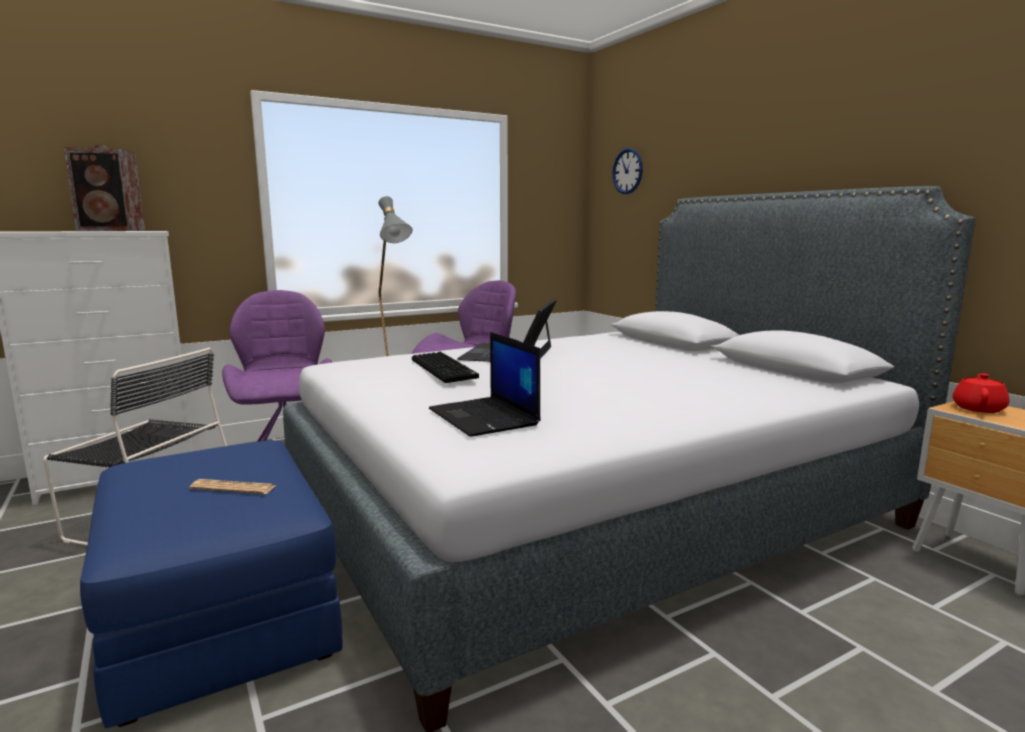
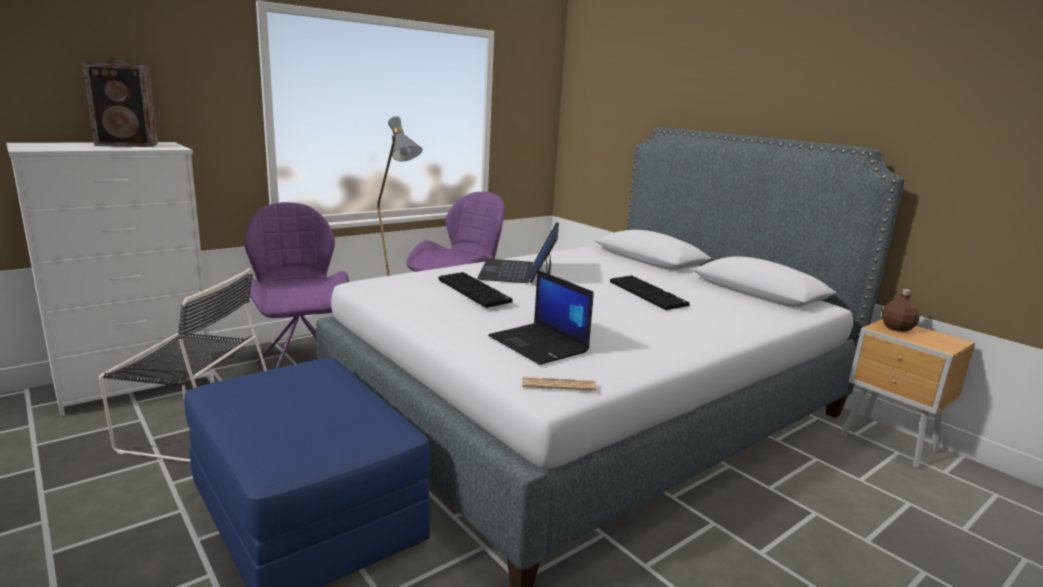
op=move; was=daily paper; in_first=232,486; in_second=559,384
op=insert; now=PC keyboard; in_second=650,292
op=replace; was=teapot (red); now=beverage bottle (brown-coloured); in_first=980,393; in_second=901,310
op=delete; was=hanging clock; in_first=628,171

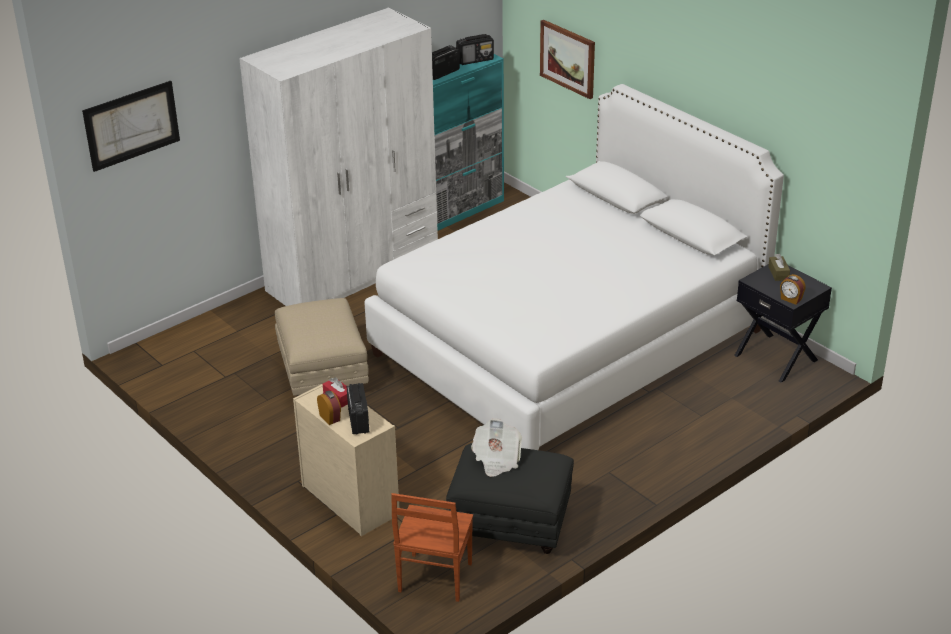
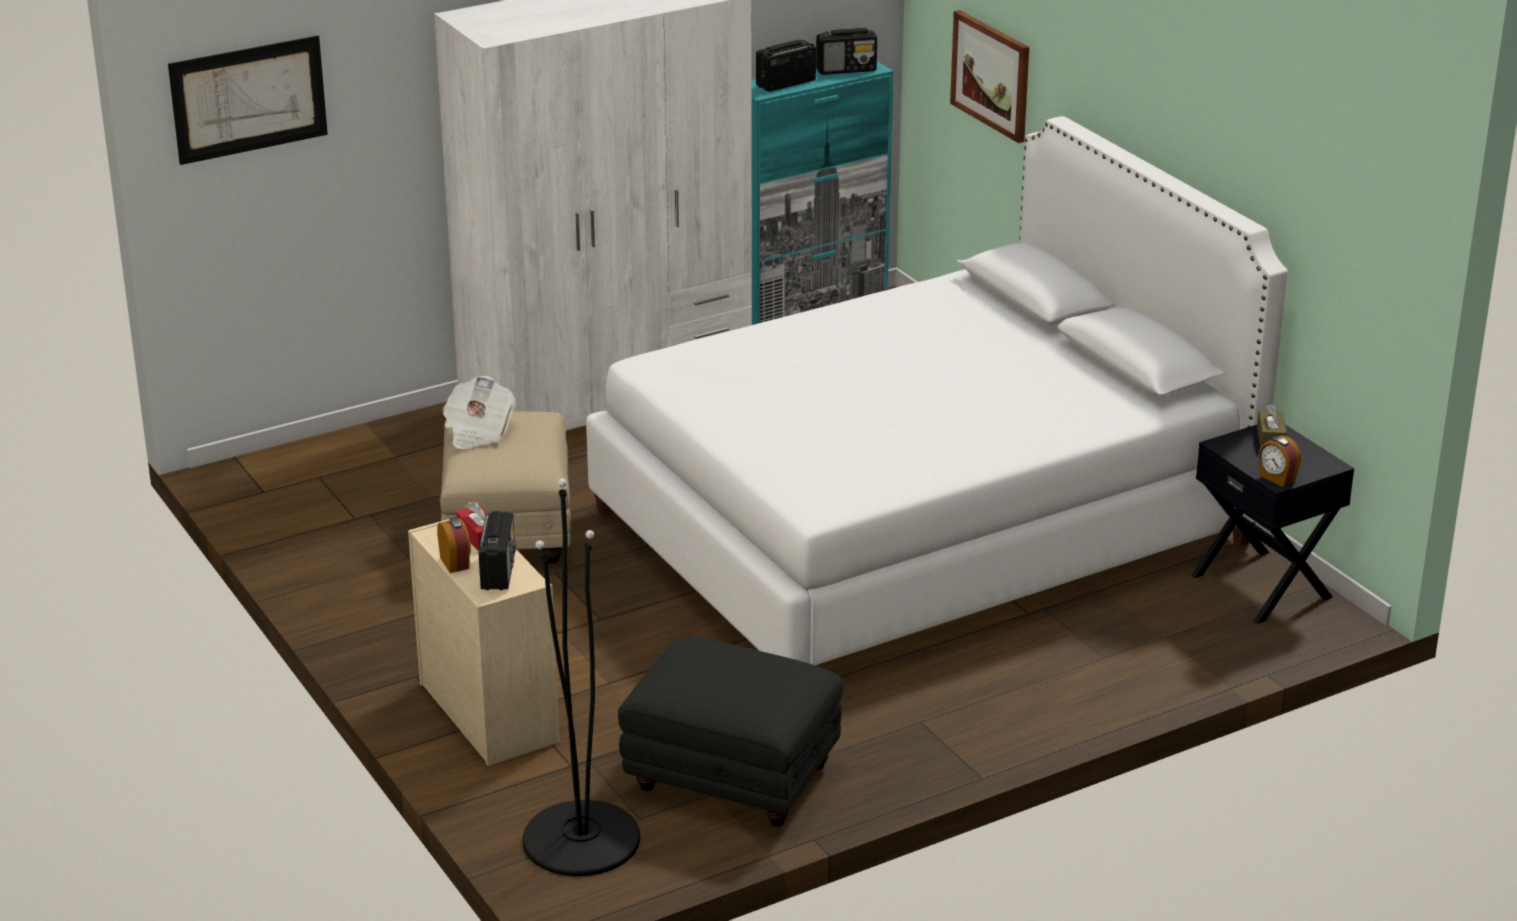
op=move; was=daily paper; in_first=496,448; in_second=479,412
op=replace; was=plain chair (brown-coloured); now=standard lamp (black-coloured); in_first=432,547; in_second=581,677

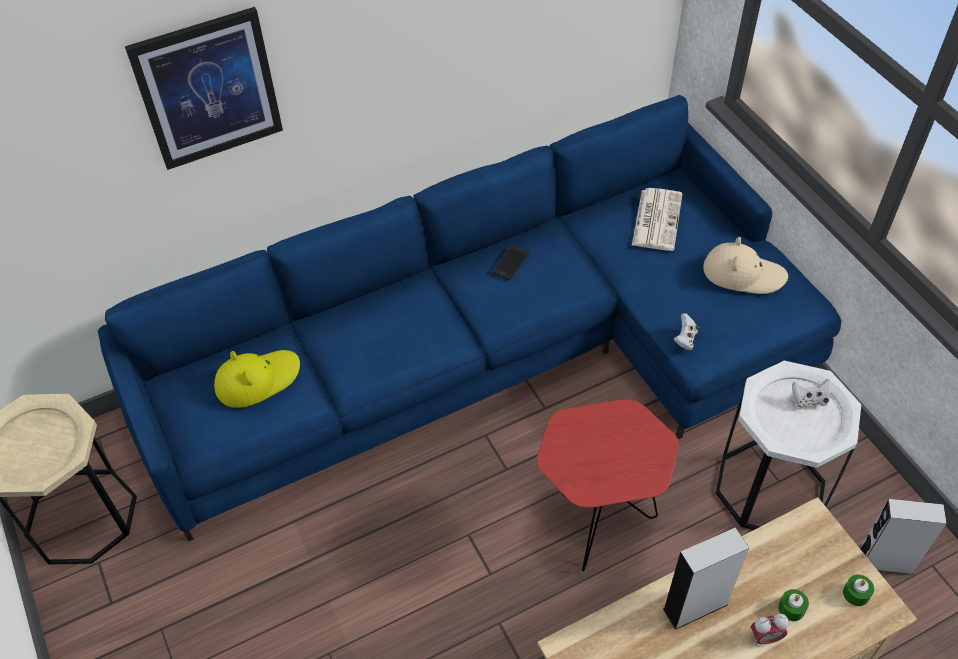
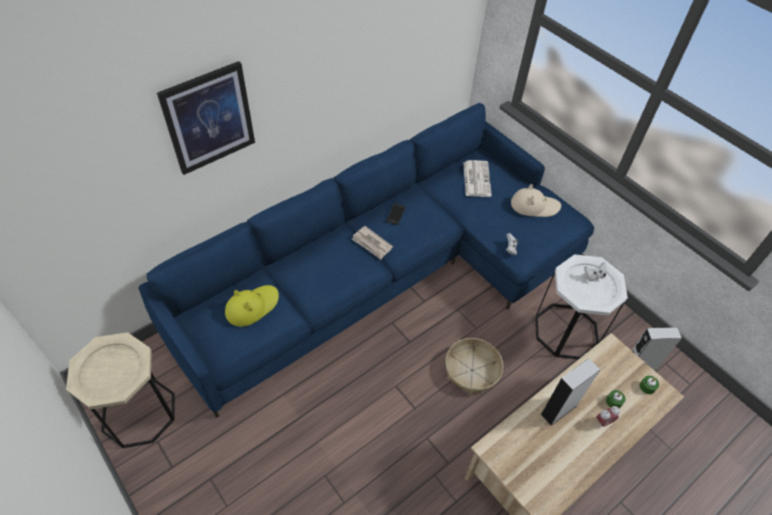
op=insert; now=daily paper; in_second=372,243
op=replace; was=end table (red); now=storage basket; in_first=607,485; in_second=474,366

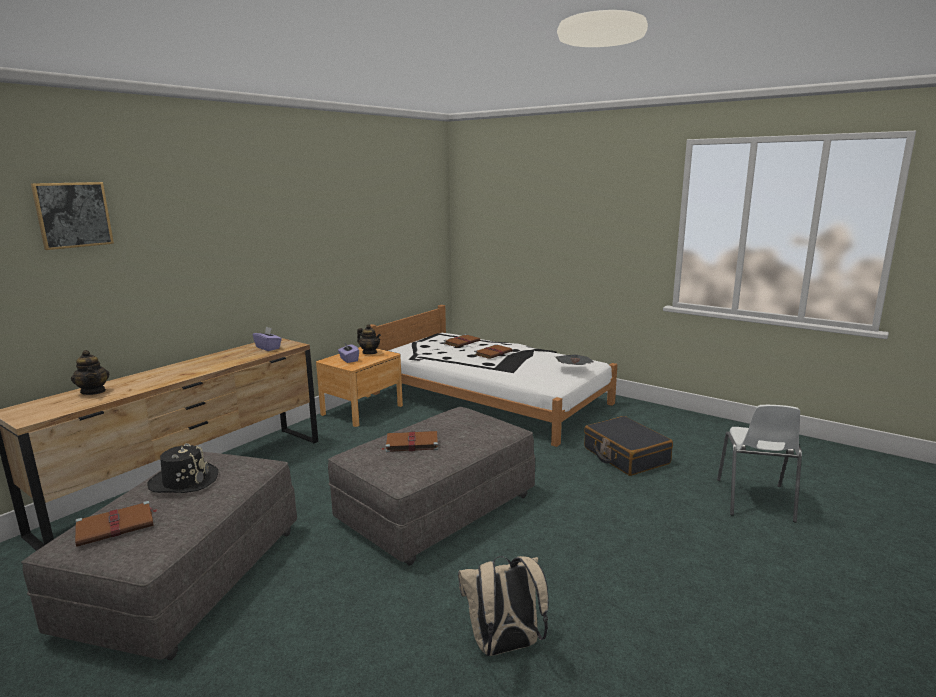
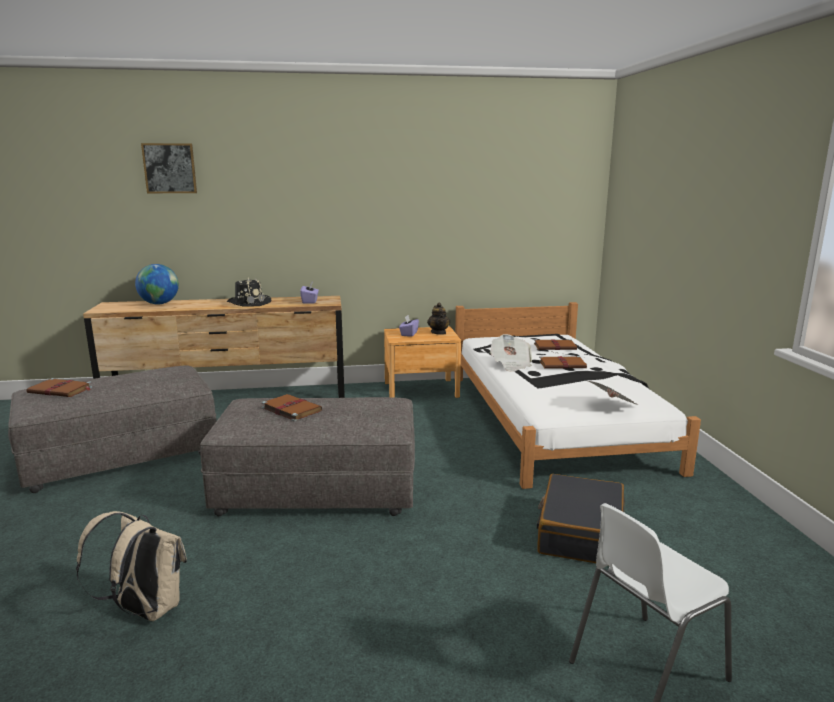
op=replace; was=teapot; now=desk globe; in_first=90,372; in_second=157,284
op=move; was=clothing hat (black-coloured); in_first=183,468; in_second=249,292
op=insert; now=daily paper; in_second=511,353

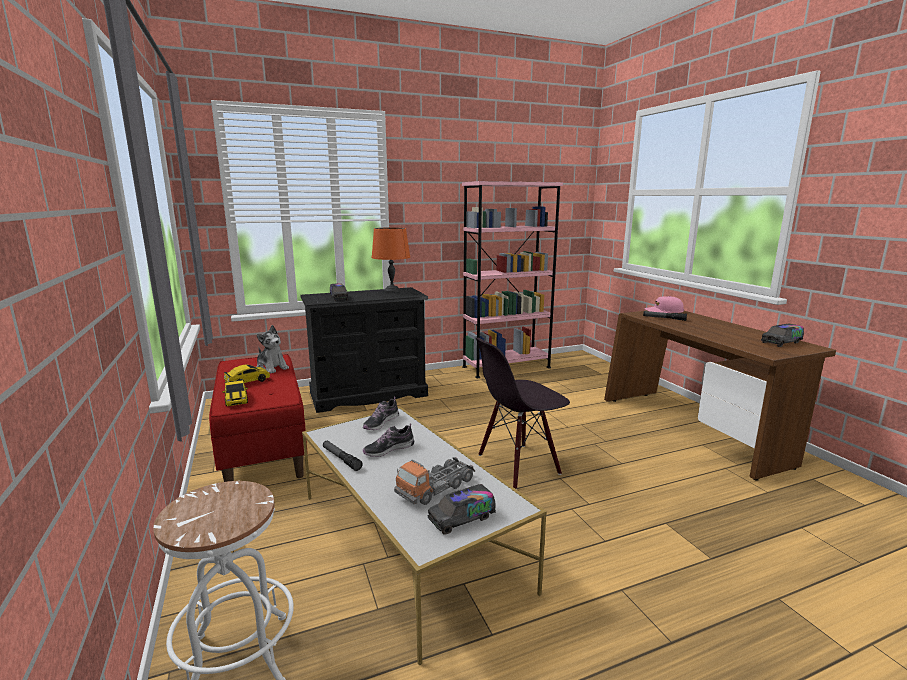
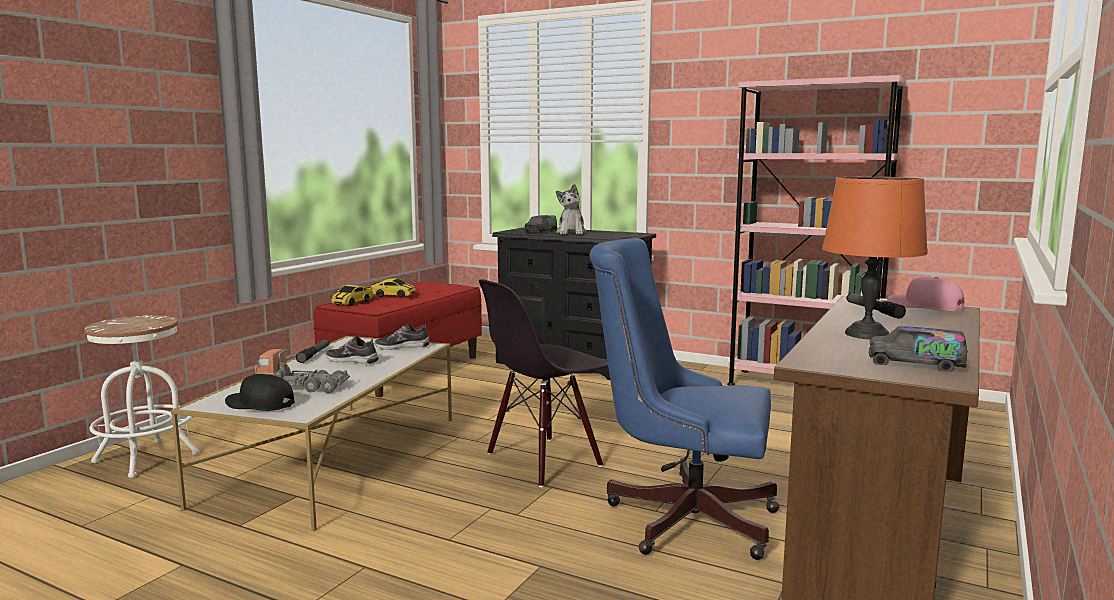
op=replace; was=toy truck; now=peaked cap (black-coloured); in_first=462,509; in_second=260,392
op=rotate; was=plain chair (black-coloured); in_first=523,414; in_second=543,383; clockwise=-60
op=move; was=cuddly toy; in_first=273,349; in_second=571,209
op=insert; now=computer chair (blue); in_second=684,399
op=move; was=tabletop lamp (orange); in_first=391,260; in_second=875,258

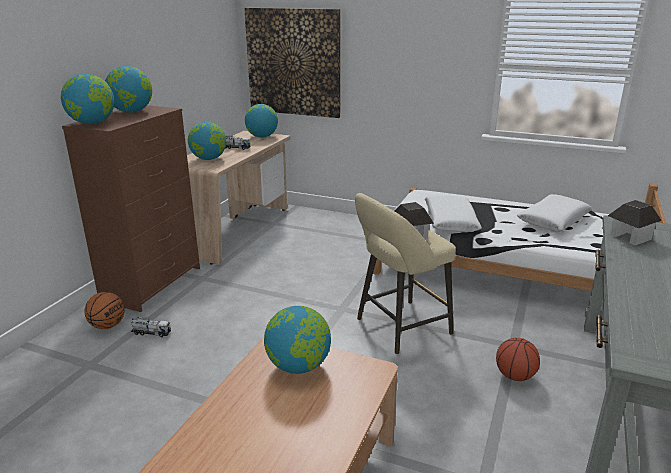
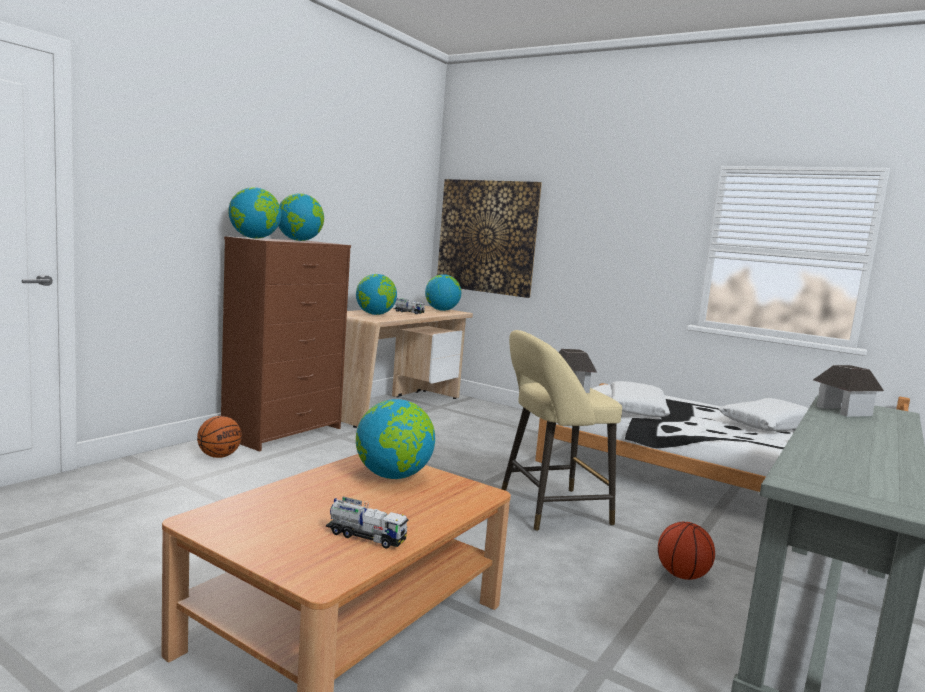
op=move; was=toy truck; in_first=151,326; in_second=367,522

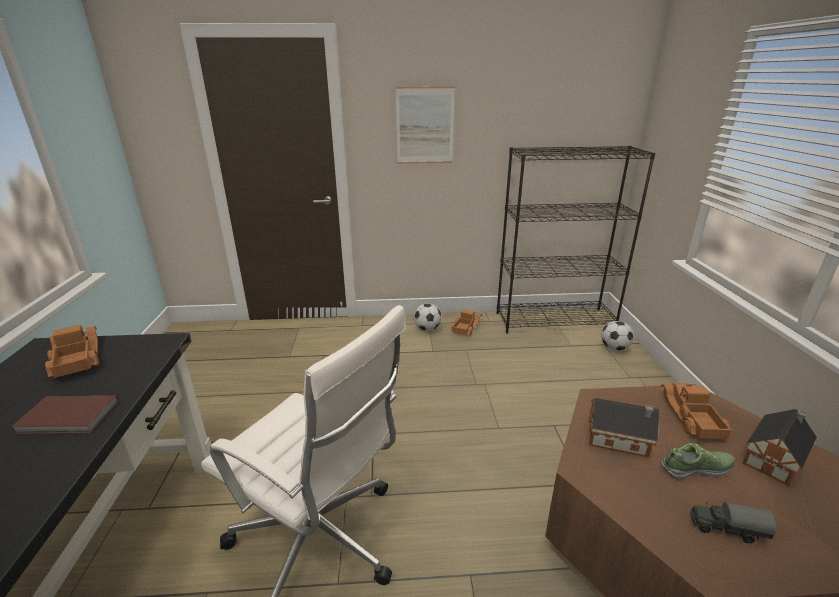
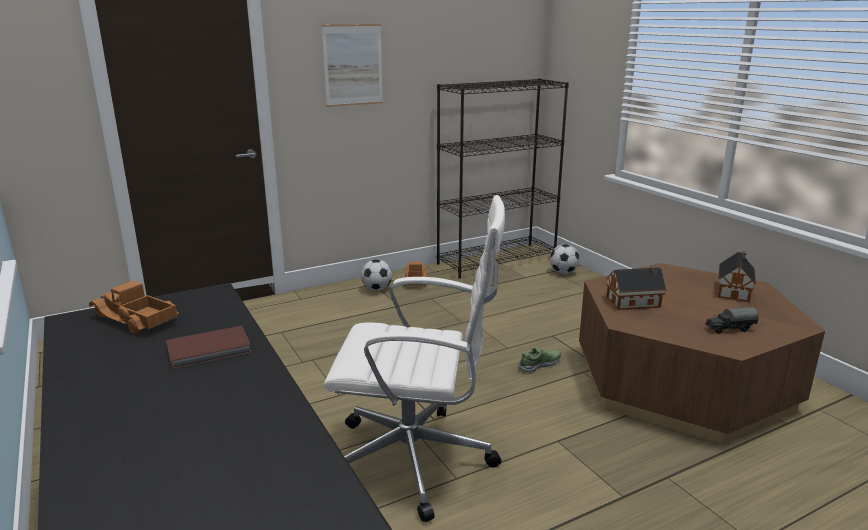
op=move; was=shoe; in_first=698,461; in_second=539,360
op=delete; was=toy truck; in_first=696,410

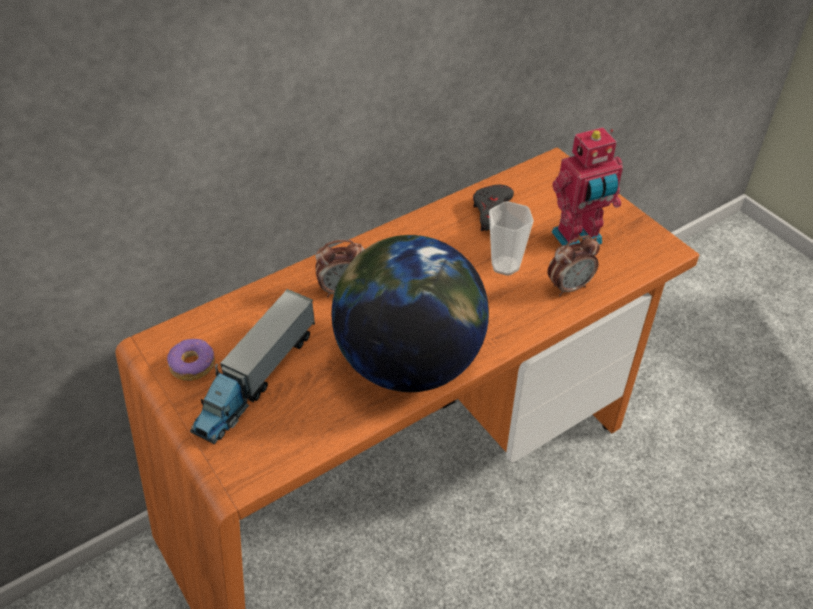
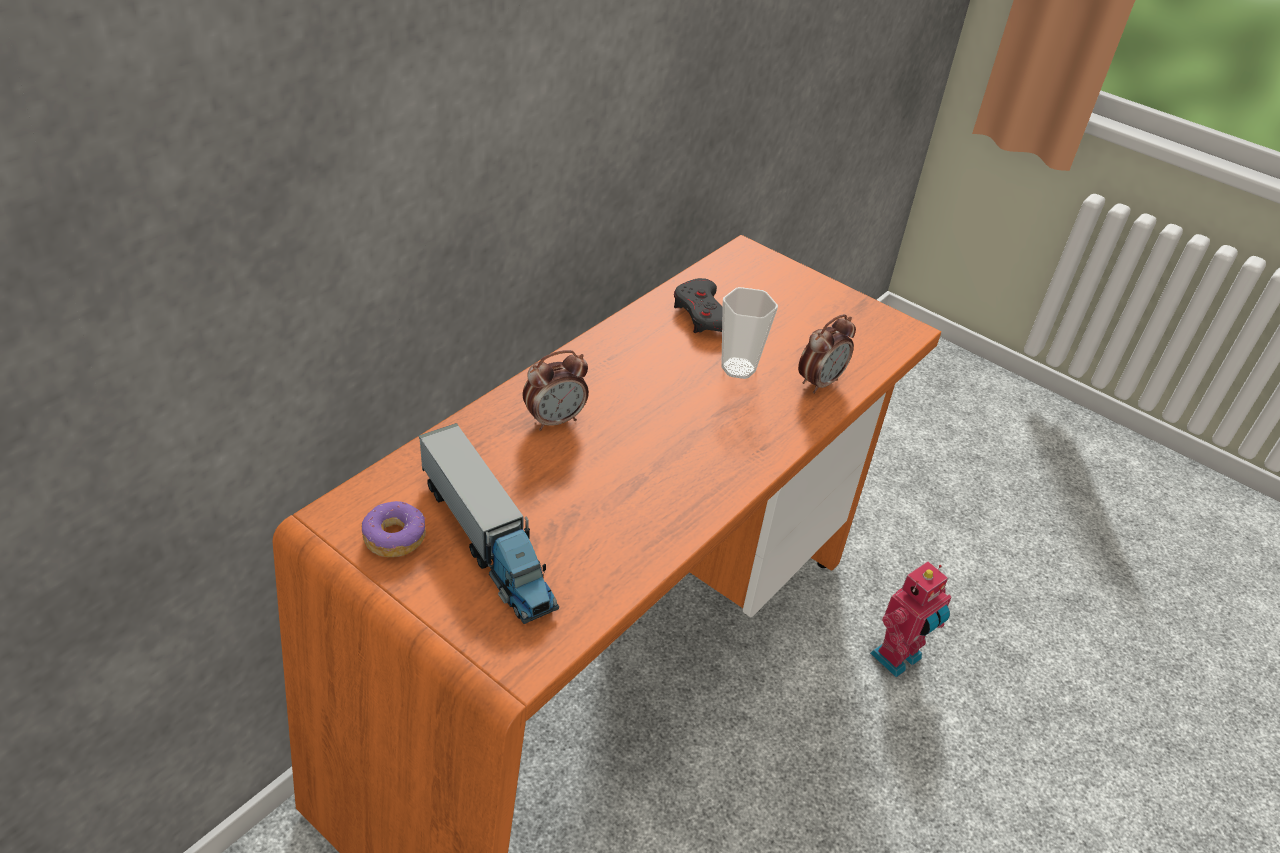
op=rotate; was=toy truck; in_first=252,366; in_second=489,523; clockwise=-45
op=move; was=toy robot; in_first=587,186; in_second=911,619
op=delete; was=desk globe; in_first=410,313

